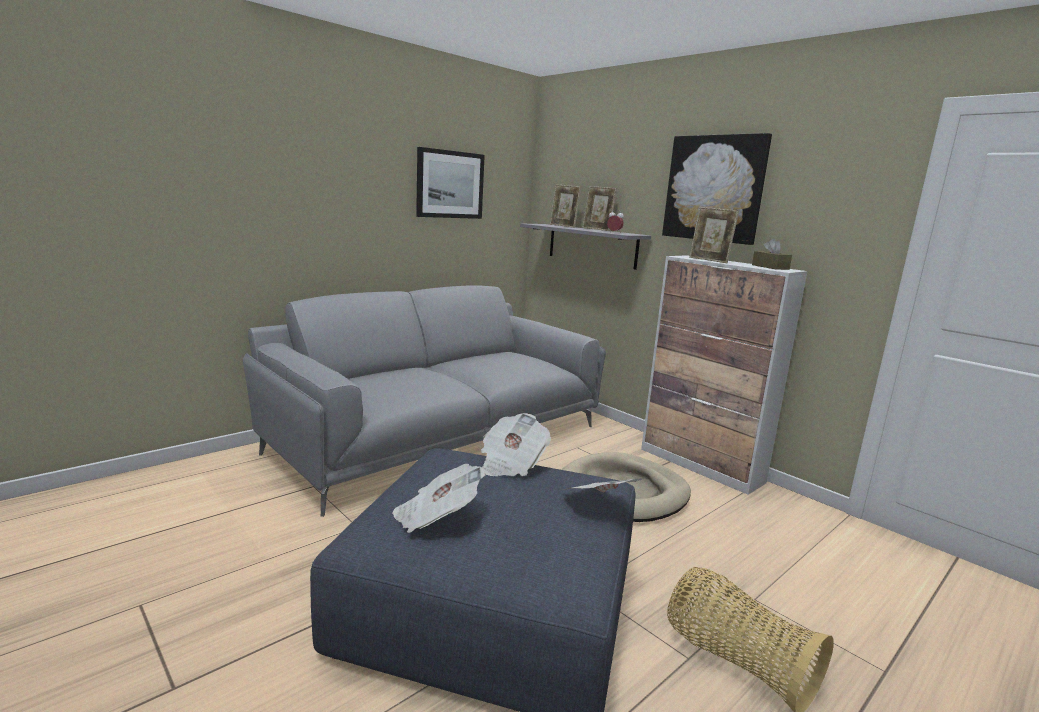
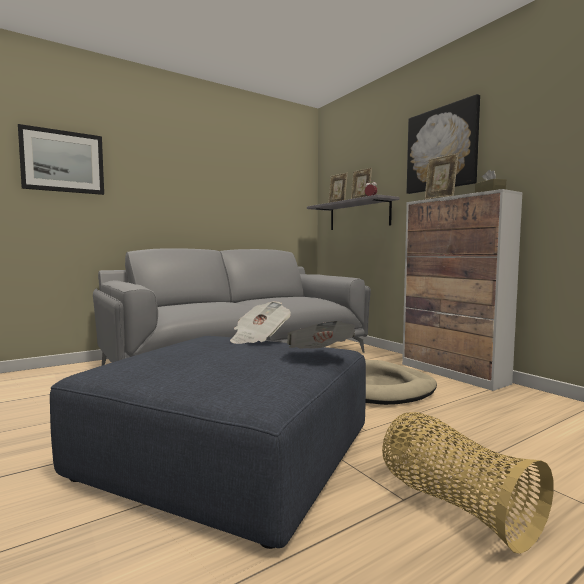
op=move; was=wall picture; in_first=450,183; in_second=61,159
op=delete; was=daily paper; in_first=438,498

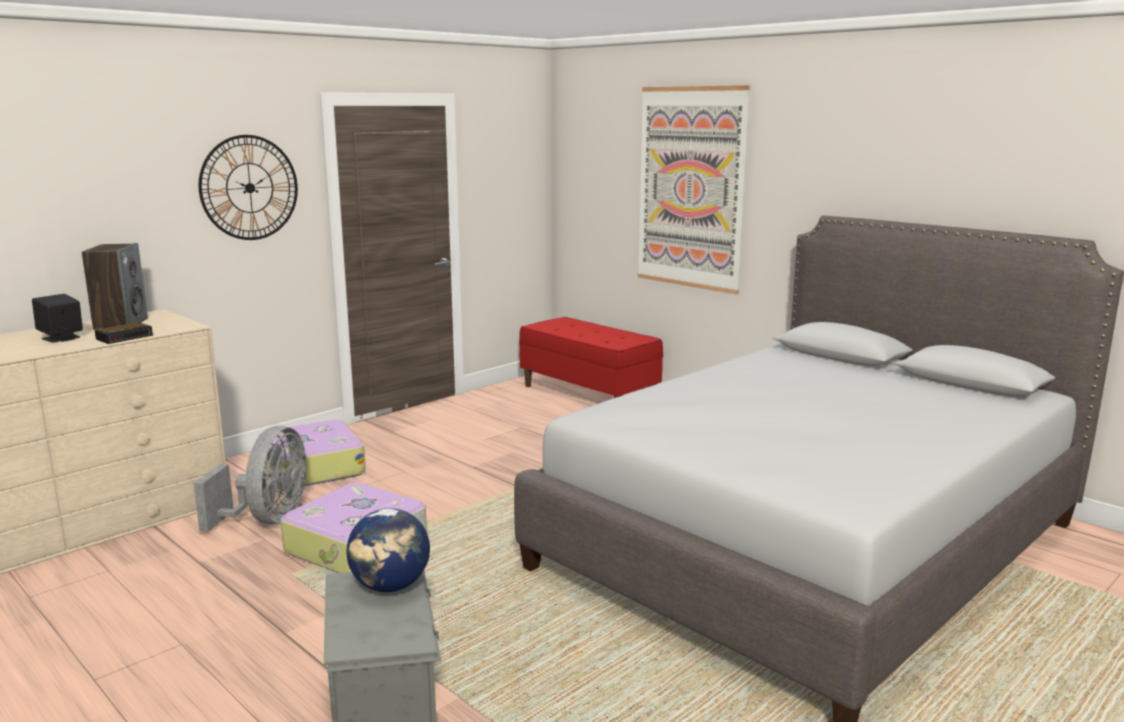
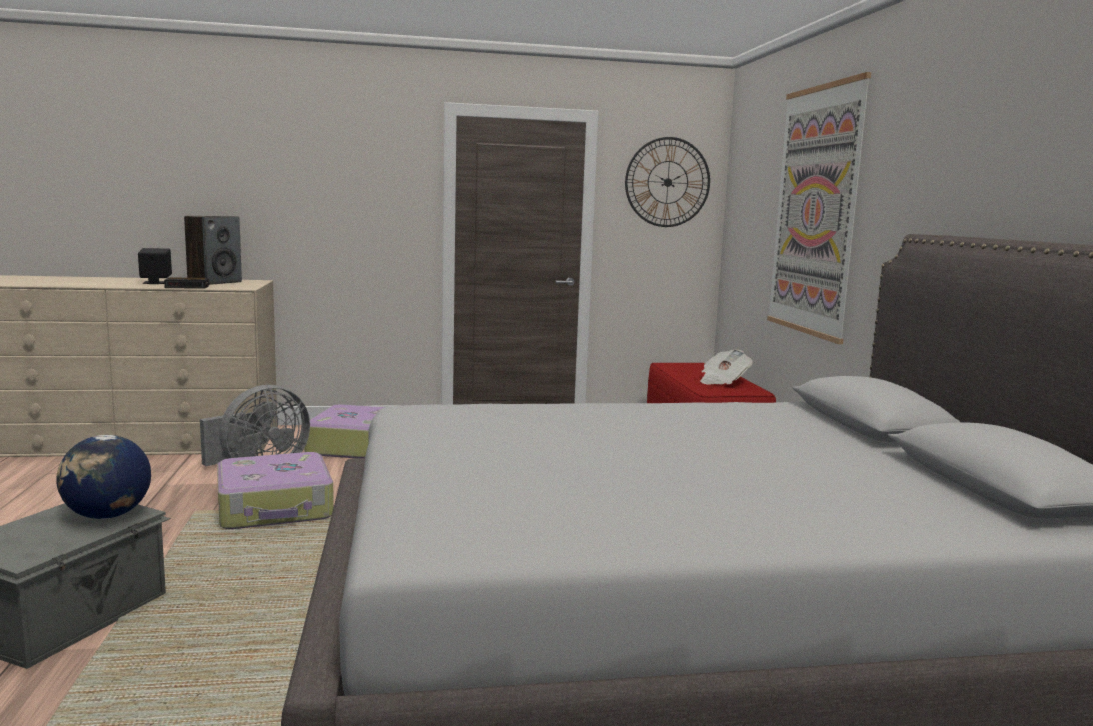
op=move; was=hanging clock; in_first=248,187; in_second=667,182
op=insert; now=daily paper; in_second=726,367

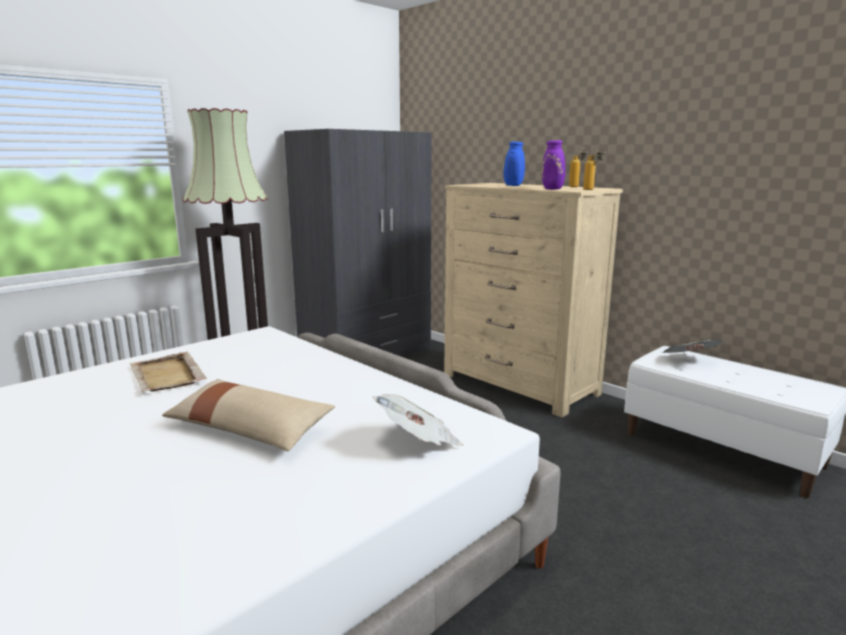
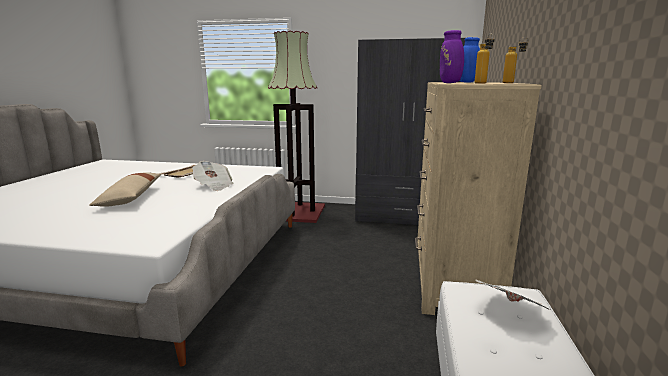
op=move; was=daily paper; in_first=418,420; in_second=213,176

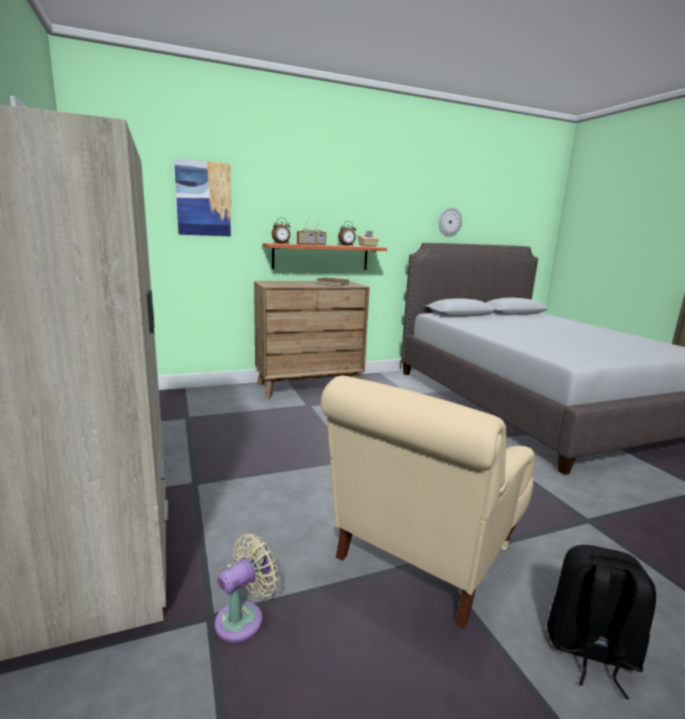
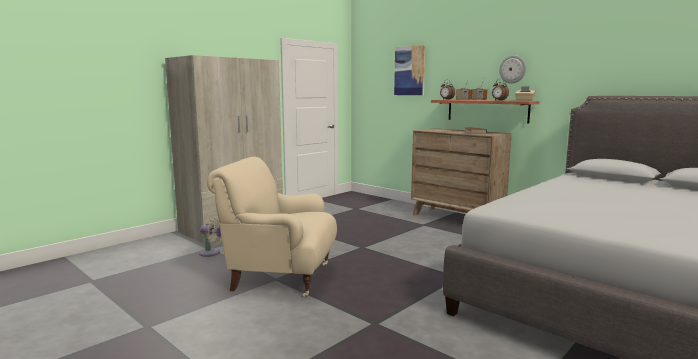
op=move; was=hanging clock; in_first=450,222; in_second=512,69
op=delete; was=backpack (black-coloured); in_first=601,622

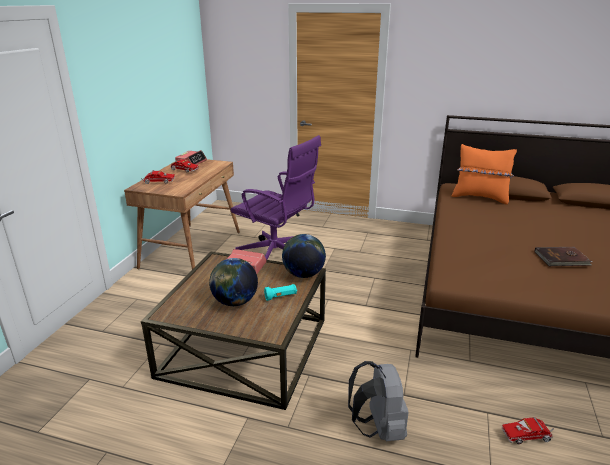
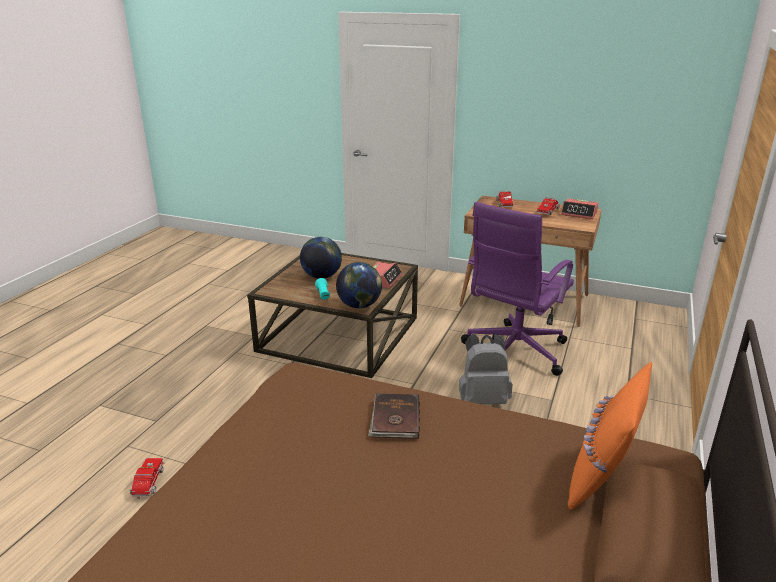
op=move; was=bound book (brown-coloured); in_first=563,256; in_second=394,416
op=move; was=backpack (gray); in_first=378,401; in_second=486,369

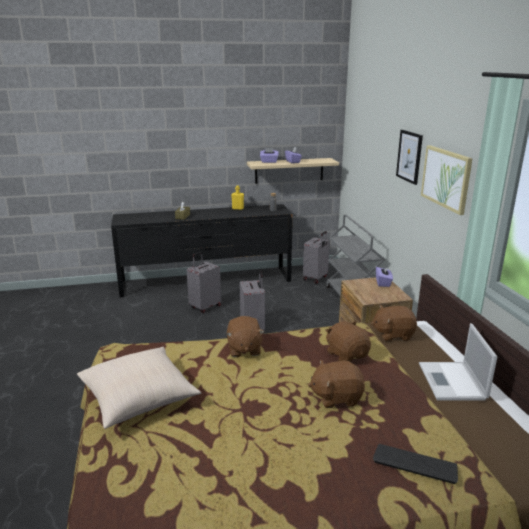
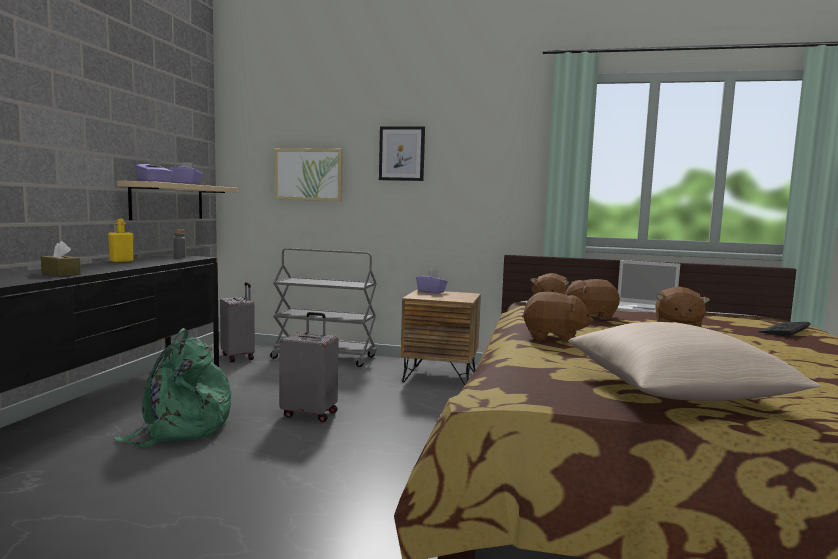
op=replace; was=piece of luggage (gray); now=backpack (greenish); in_first=204,282; in_second=172,387
op=move; was=wall picture; in_first=447,180; in_second=309,174

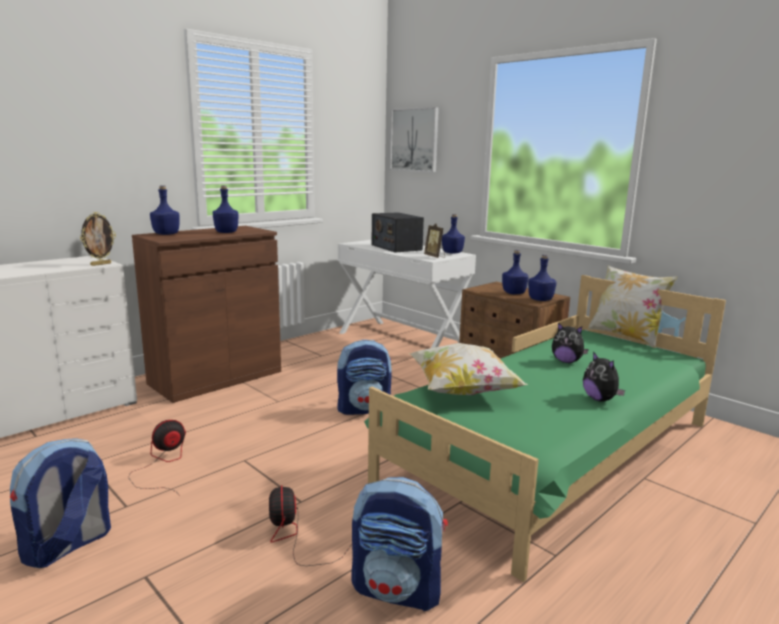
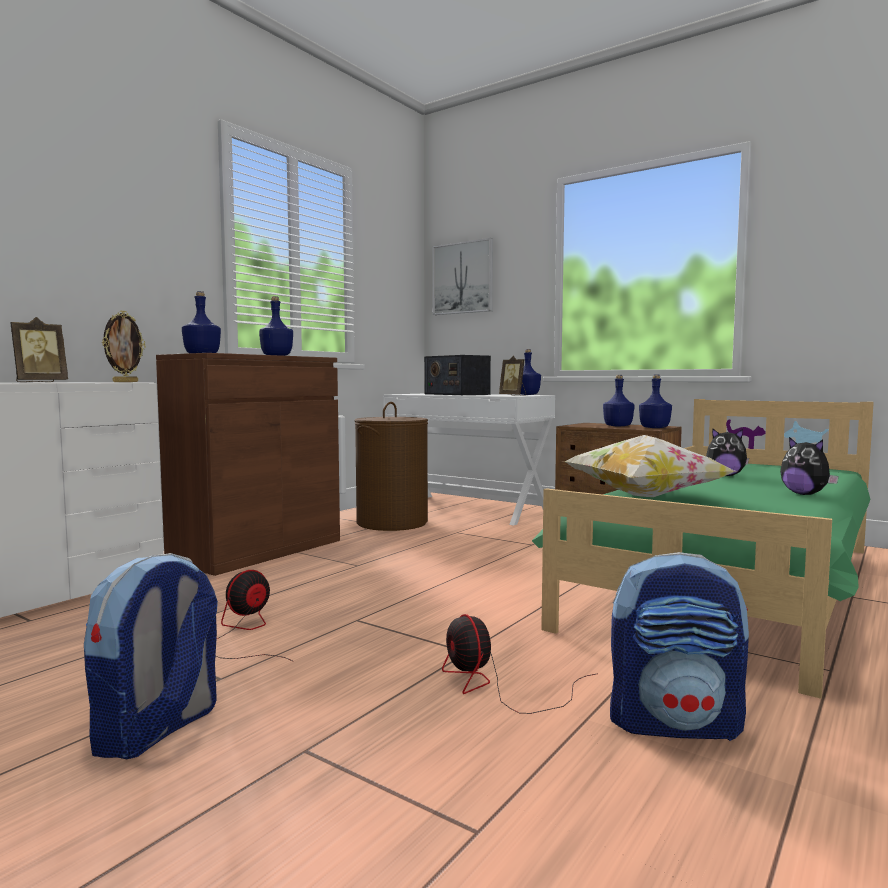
op=insert; now=photo frame; in_second=39,349
op=insert; now=washing basket (brown-coloured); in_second=391,466
op=delete; was=backpack; in_first=364,377
op=delete; was=pillow; in_first=632,306

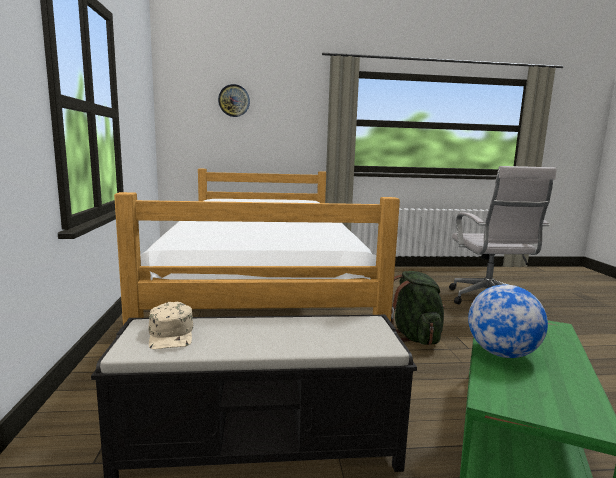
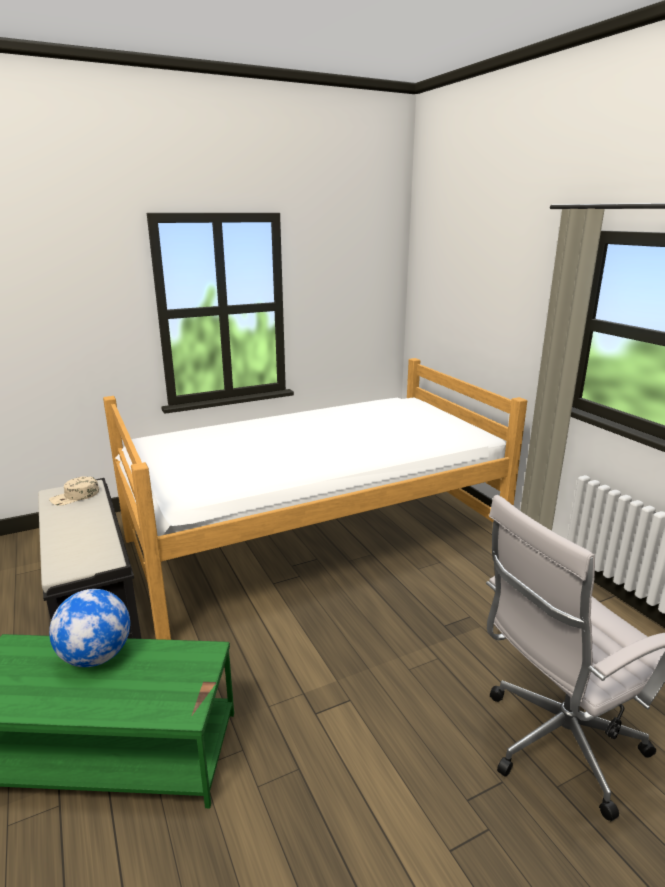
op=delete; was=hanging clock; in_first=234,100
op=delete; was=backpack (greenish); in_first=418,308

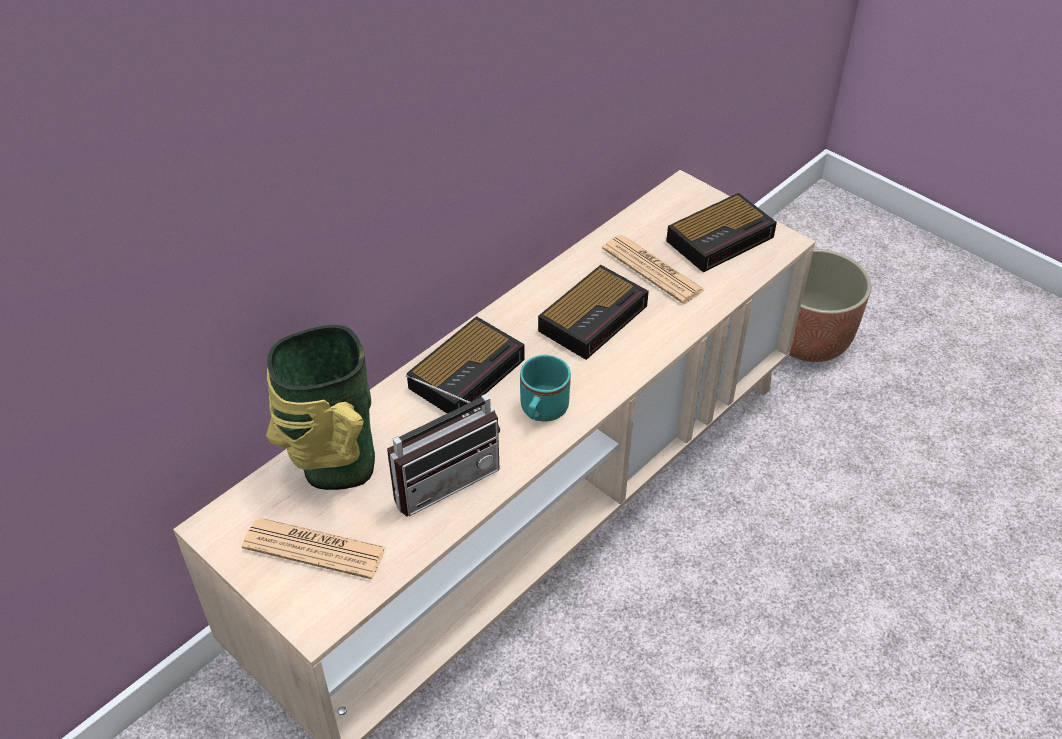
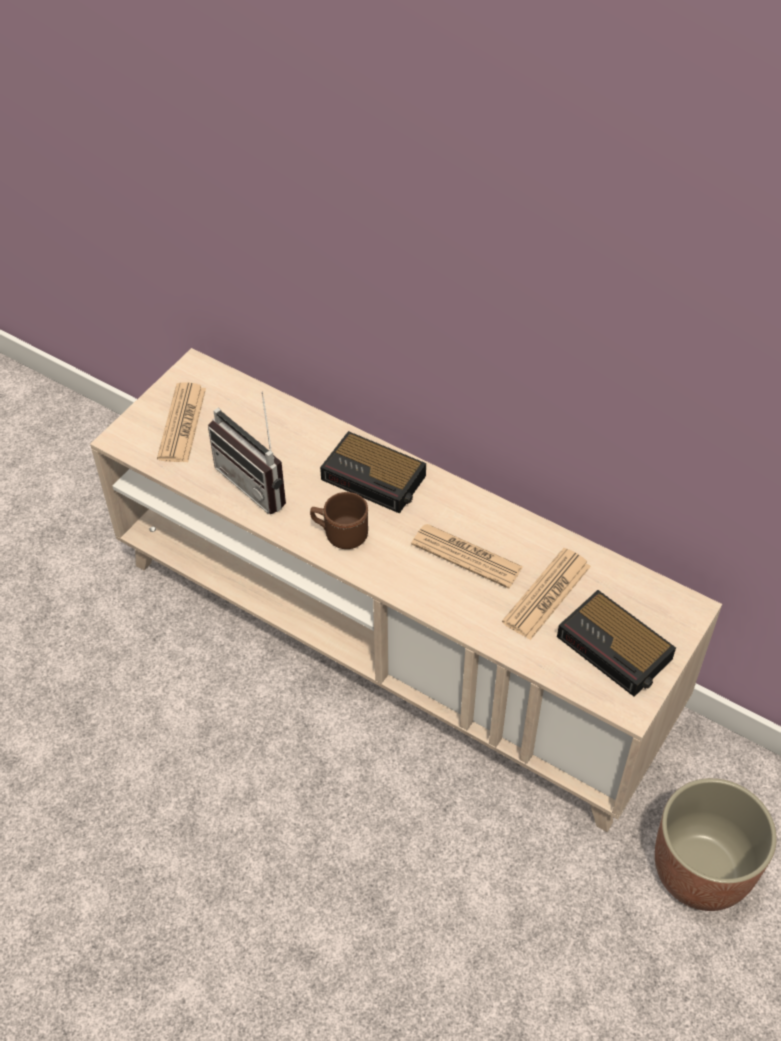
op=recolor; was=tea mug (turquoise); now=tea mug (brown-coloured); in_first=545,388; in_second=339,520
op=replace; was=bedside clock; now=daily paper; in_first=593,312; in_second=467,556
op=delete; was=flower vase; in_first=320,407

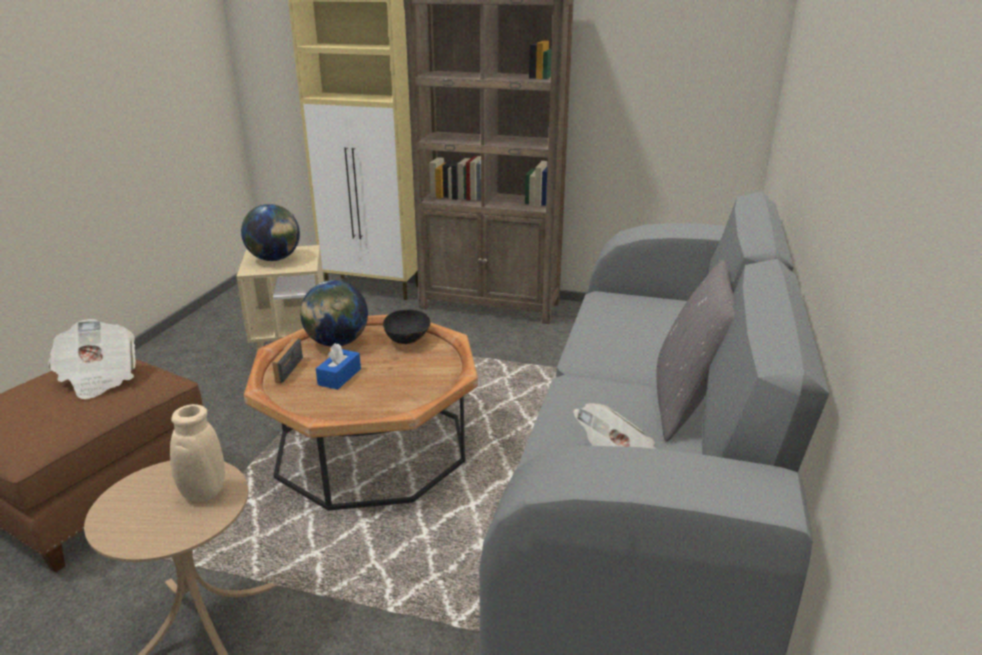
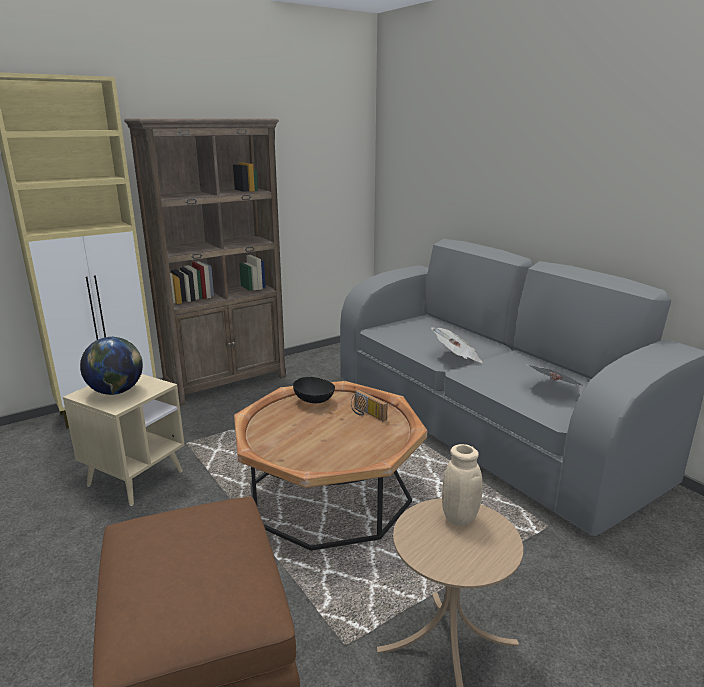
op=move; was=radio; in_first=287,361; in_second=369,406
op=move; was=daily paper; in_first=92,359; in_second=457,345
op=delete; was=desk globe; in_first=334,313
op=delete; was=tissue box (blue); in_first=338,366
op=delete; was=pillow (gray); in_first=695,351

